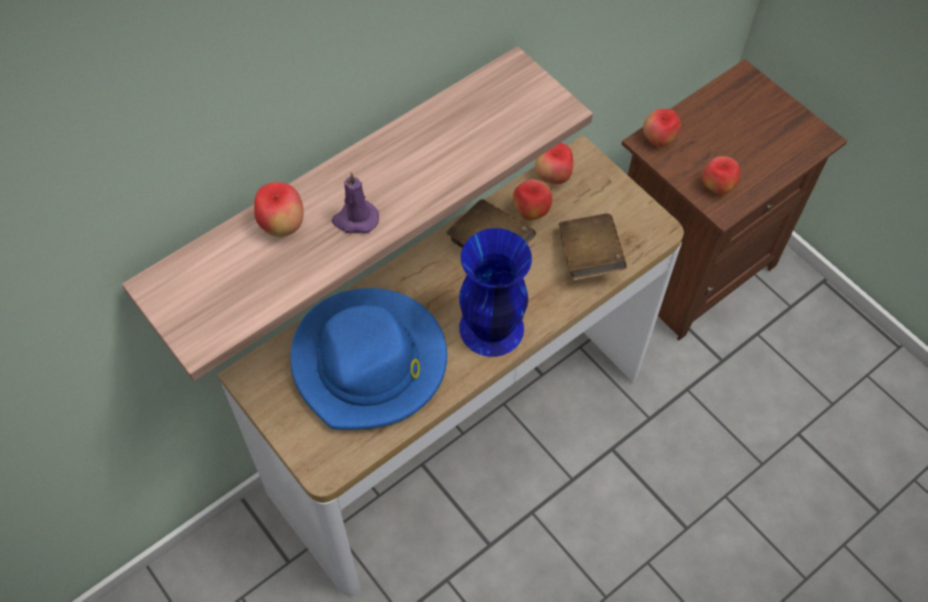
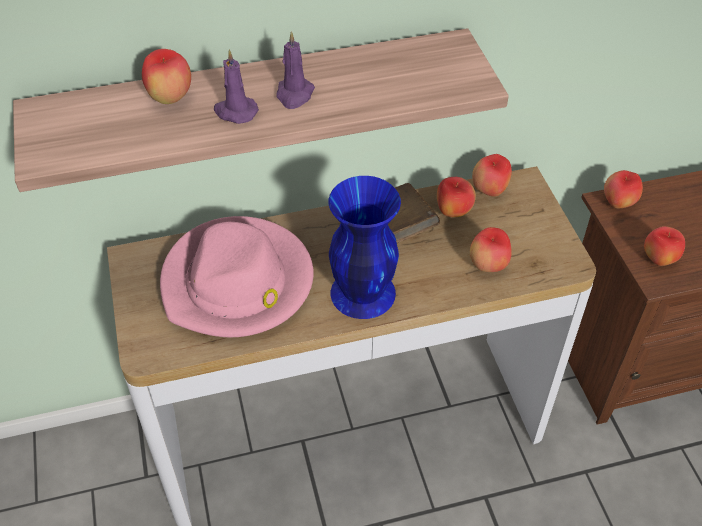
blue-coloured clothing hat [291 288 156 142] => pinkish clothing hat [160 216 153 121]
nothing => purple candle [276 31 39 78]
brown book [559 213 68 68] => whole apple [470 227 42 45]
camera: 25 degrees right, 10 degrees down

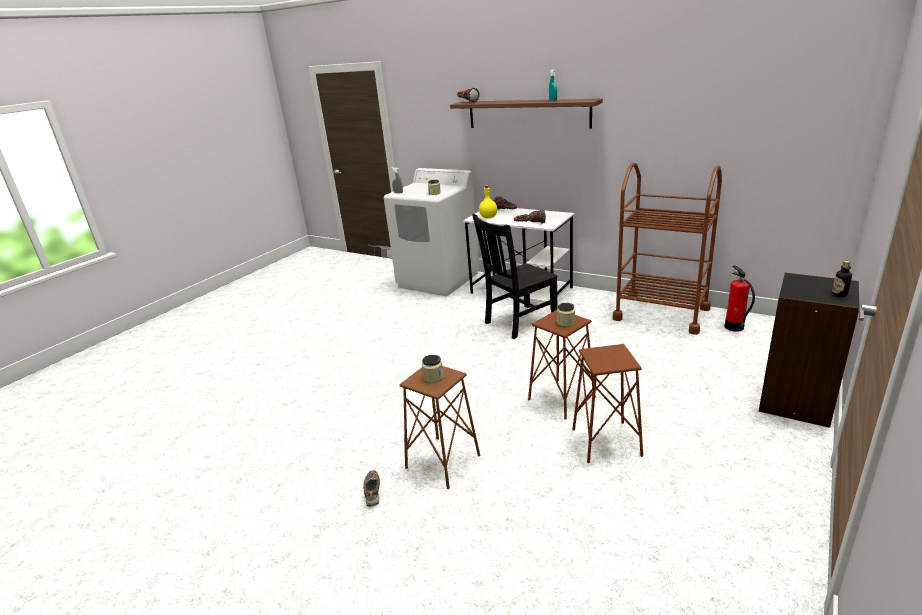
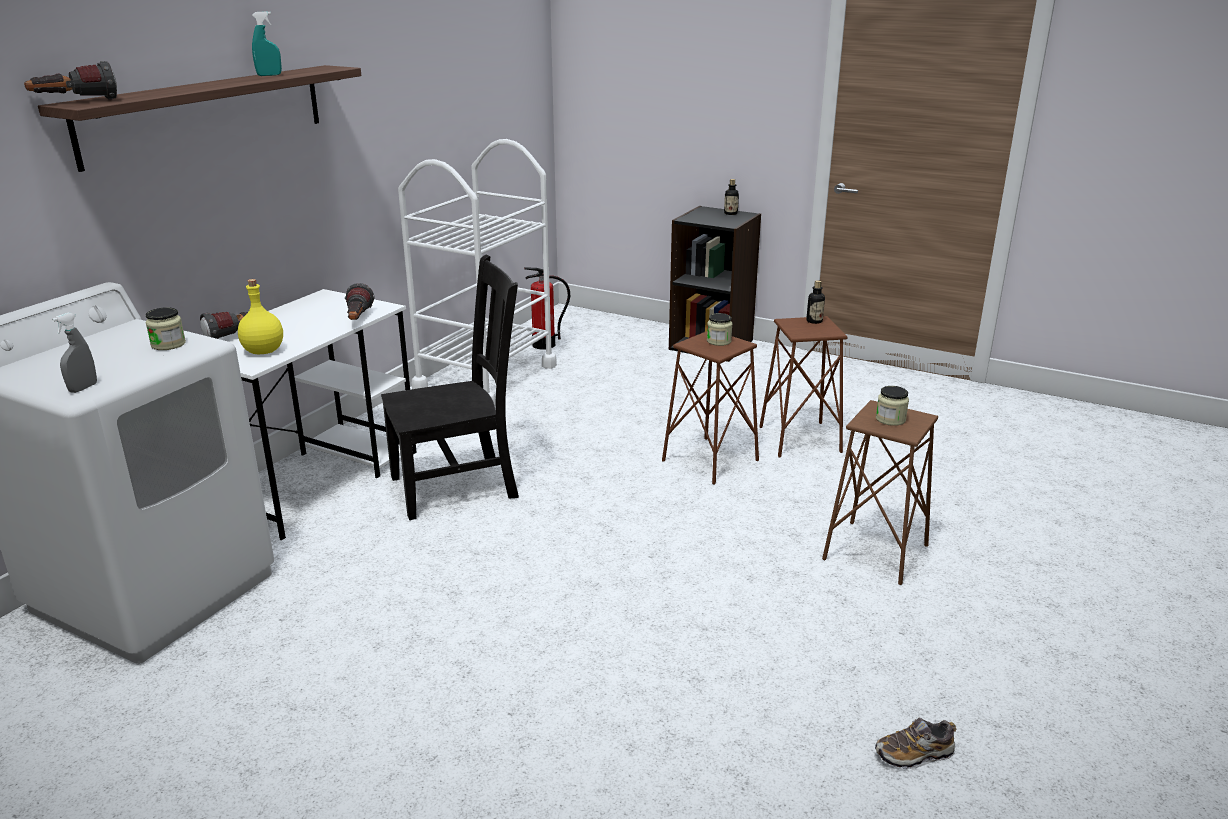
blackish plain chair [472 214 86 125] => blackish plain chair [381 255 138 265], 75 degrees counterclockwise
brown trolley [613 162 109 173] => white-coloured trolley [398 139 159 266]
nothing => beverage bottle [806 280 19 44]
low shoe [363 470 17 37] => low shoe [875 718 82 51], relocated
camera: 95 degrees left, 0 degrees up

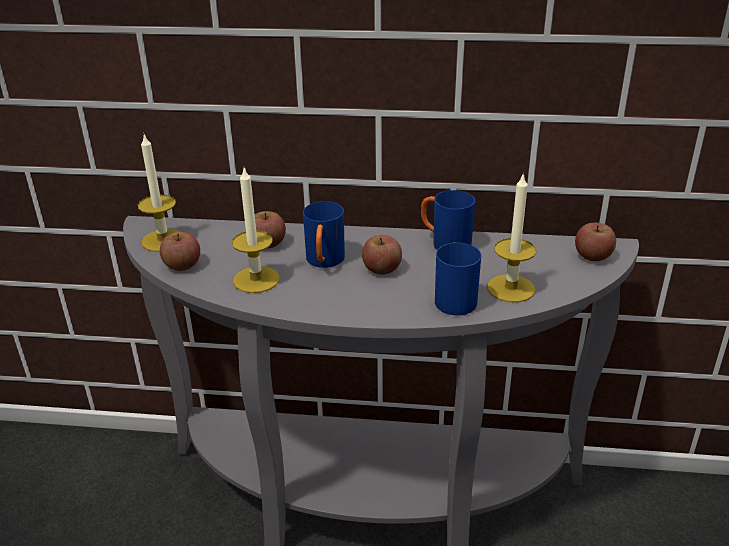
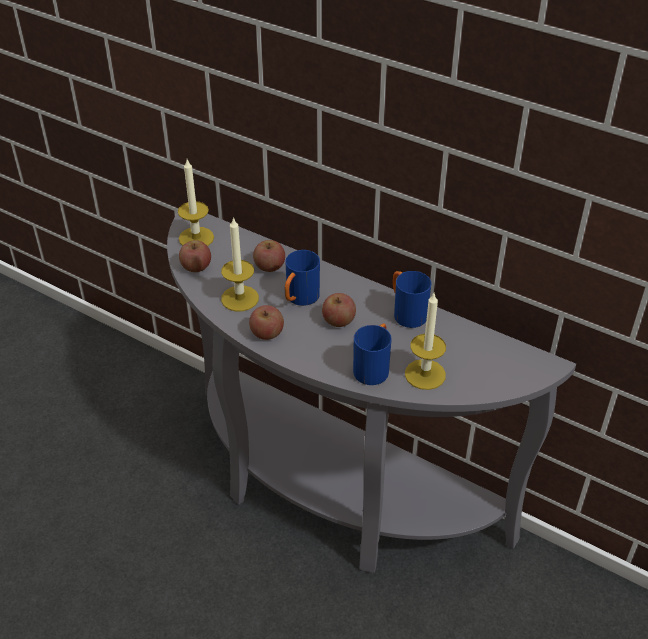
whole apple [575 223 41 38] => whole apple [249 305 35 35], relocated
camera: 25 degrees right, 10 degrees up

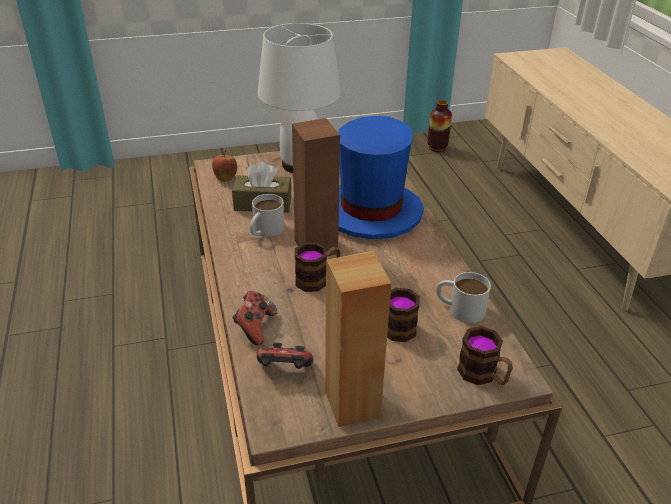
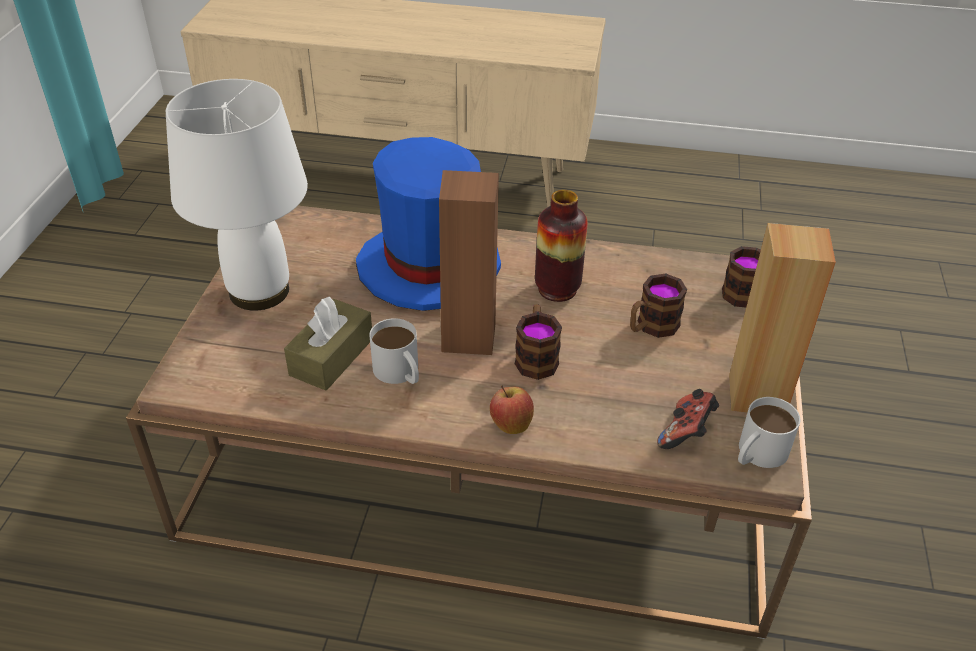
whole apple [212 150 25 32] => whole apple [490 385 44 49], relocated
decorative vase [428 100 24 52] => decorative vase [535 190 53 112], relocated
white-coloured mug [437 272 54 51] => white-coloured mug [738 397 62 71], relocated
game controller [232 291 45 55] => nothing
camera: 65 degrees left, 5 degrees up

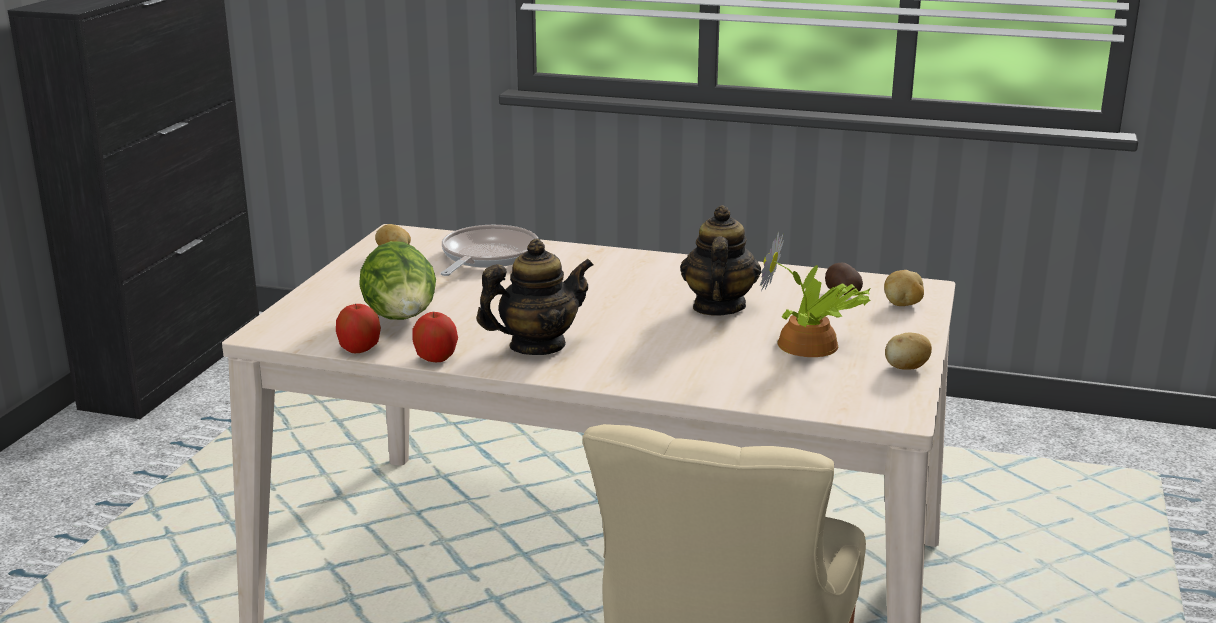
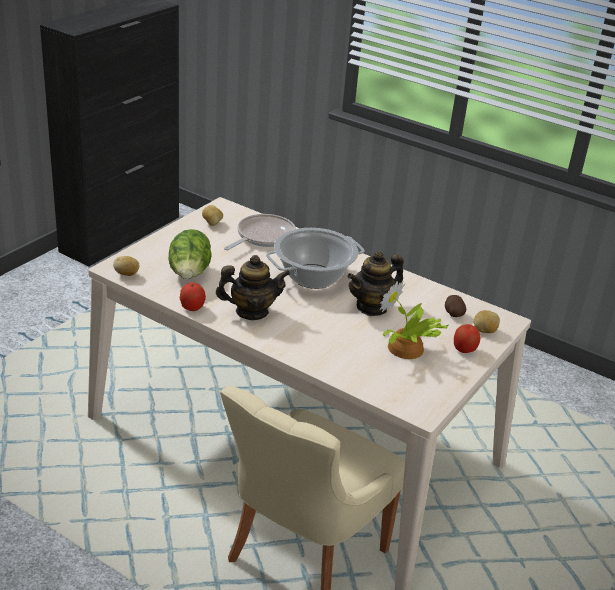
potato [885 333 47 36] => potato [113 256 26 20], relocated
nothing => cooking pot [266 228 99 61]
pot for tea [680 205 81 111] => pot for tea [347 251 57 65], 150 degrees counterclockwise
whole apple [336 303 45 50] => whole apple [454 324 27 29], relocated
camera: 15 degrees right, 10 degrees up

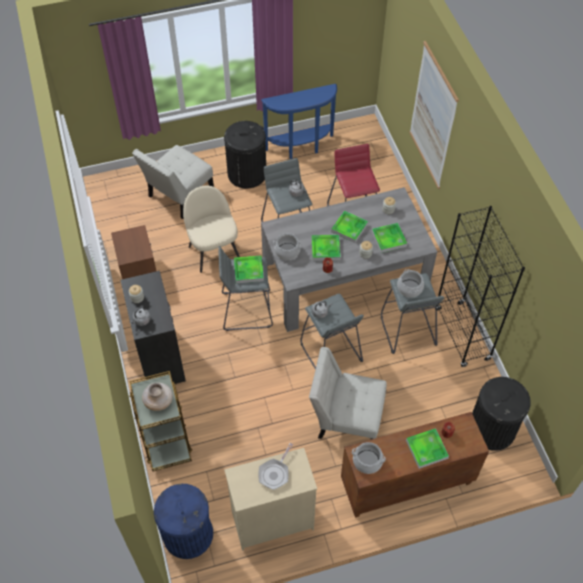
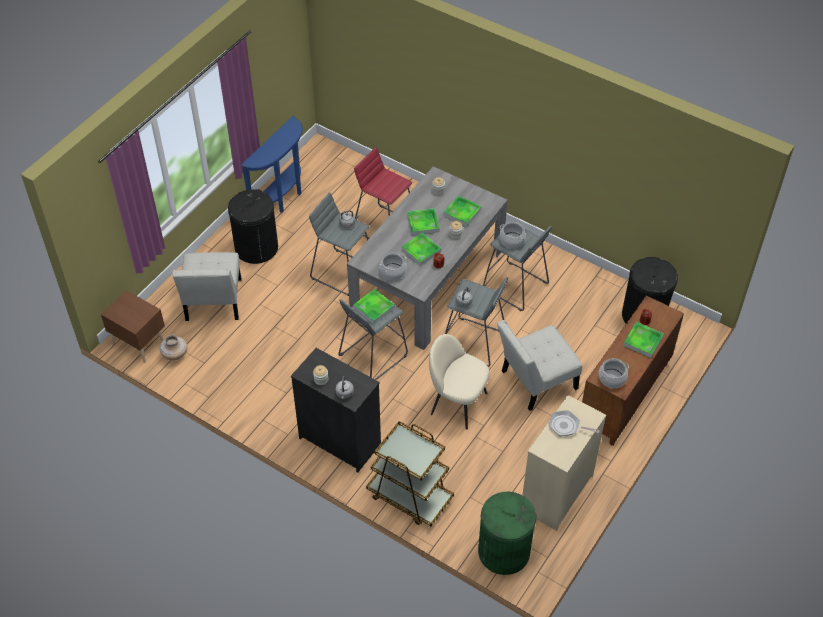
brown night table [111 225 45 54] => brown night table [101 290 64 73], relocated
beige-coloured decorative vase [142 383 31 28] => beige-coloured decorative vase [160 334 27 26], relocated
beige-coloured plain chair [183 186 57 87] => beige-coloured plain chair [429 334 61 96], relocated
blue-coloured rubbish bin [154 484 59 75] => green-coloured rubbish bin [478 492 59 83]
pan [259 443 34 47] => pan [549 410 51 27], 120 degrees clockwise
picture [409 41 50 148] => nothing
blackish shelving unit [435 206 90 161] => nothing
camera: 40 degrees left, 5 degrees down

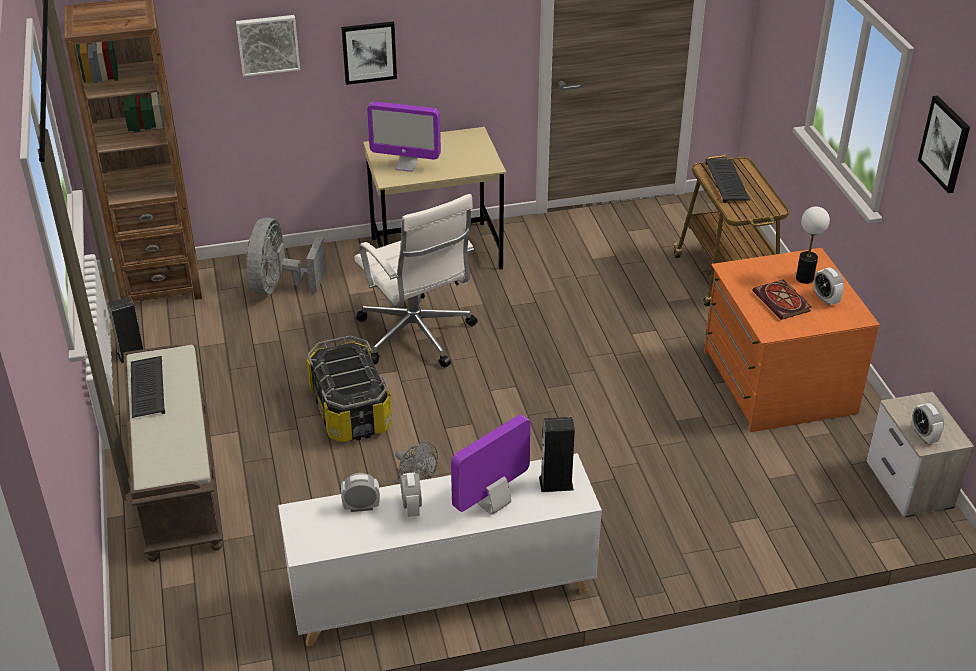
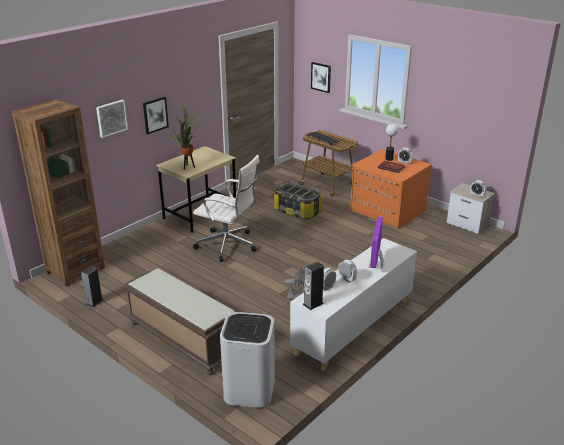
computer display [367 101 74 71] => plant in a pot [171 103 39 67]
nothing => white-coloured rubbish bin [220 312 55 96]
storage box [306 336 86 106] => storage box [273 181 49 38], relocated
speaker [539 417 36 75] => speaker [303 262 21 48], relocated
picture [918 96 52 97] => picture [311 62 20 31], relocated
keyboard [131 356 34 62] => nothing
greyish cooling fan [246 217 80 78] => nothing
camera: 35 degrees left, 10 degrees down

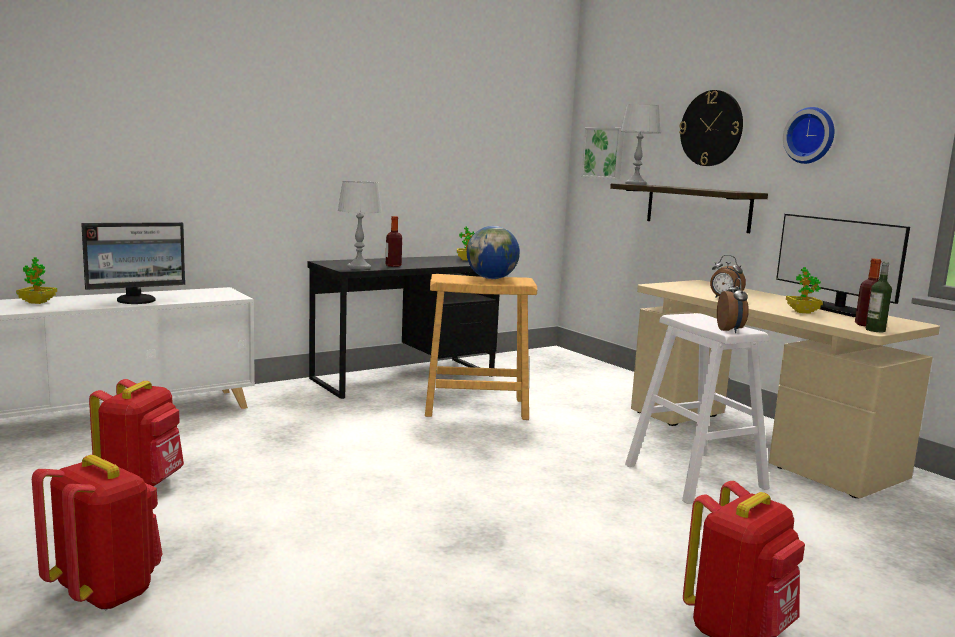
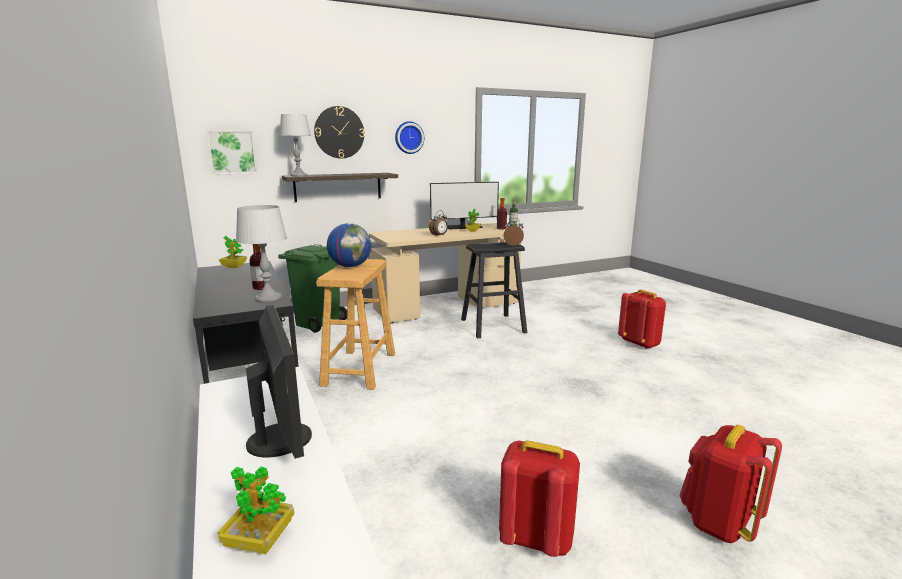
nothing => green-coloured rubbish bin [278 244 69 89]
white-coloured stool [625 313 145 191] => blackish stool [461 242 66 96]
camera: 80 degrees left, 5 degrees up

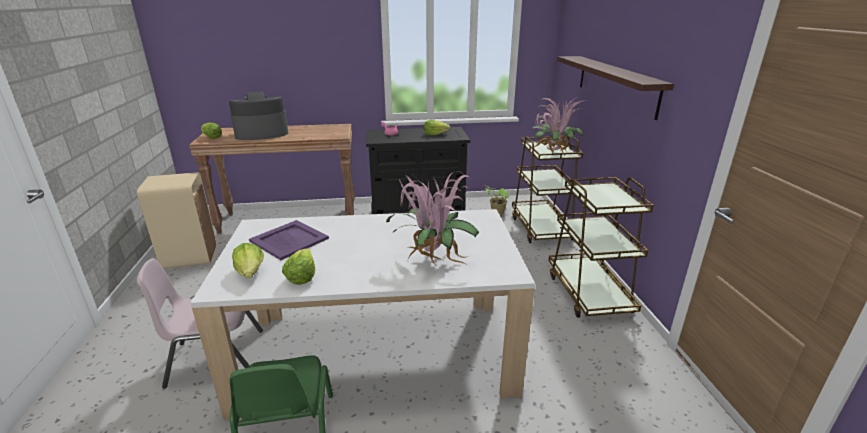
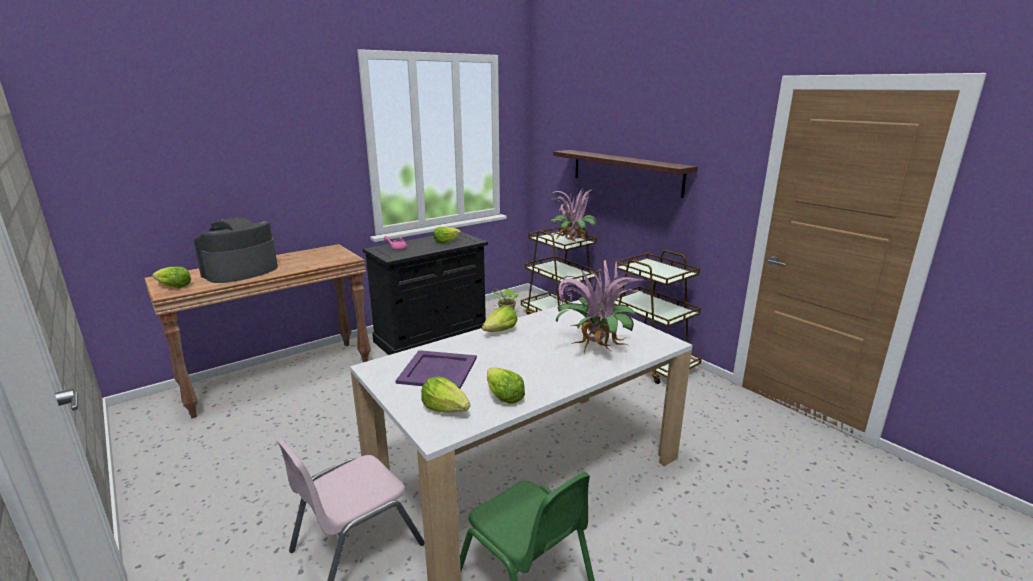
nothing => head of lettuce [482 306 35 26]
beige-coloured rubbish bin [137 172 80 97] => nothing
camera: 30 degrees left, 5 degrees down

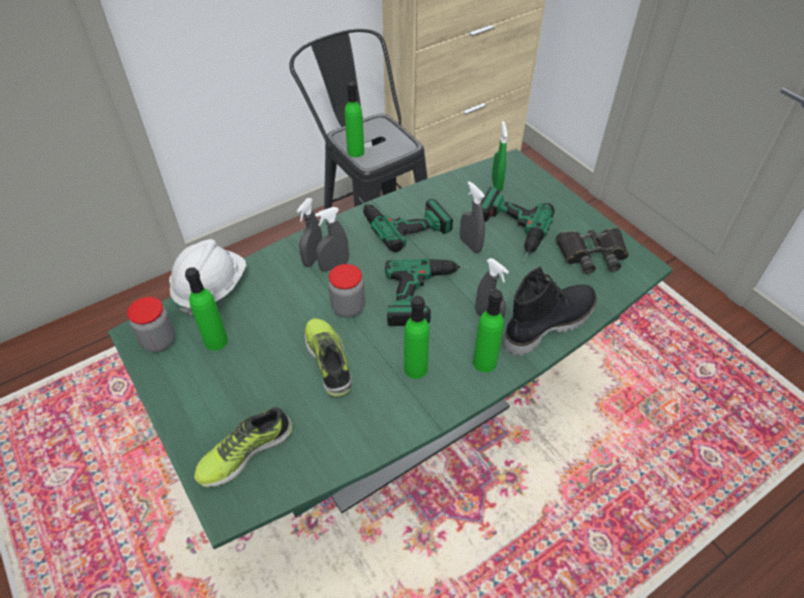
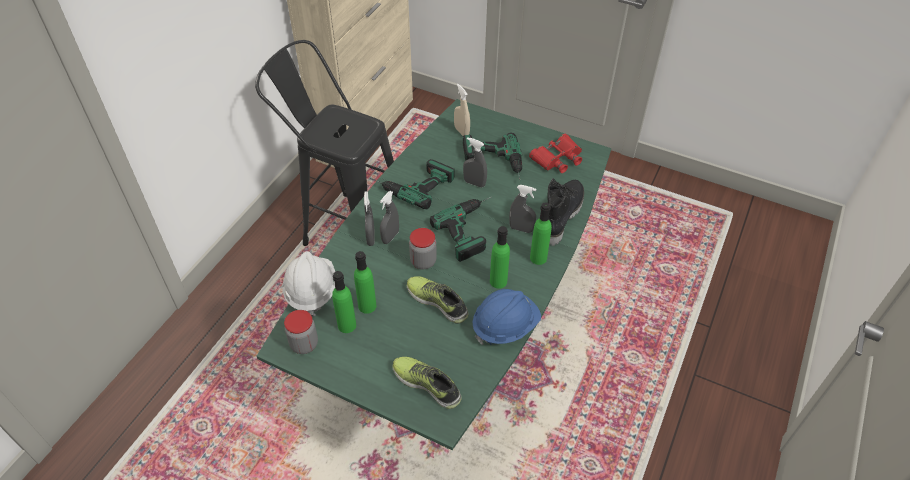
green-coloured beverage bottle [345 81 19 76] => green-coloured beverage bottle [354 251 22 63], relocated
low shoe [194 407 99 80] => low shoe [392 357 70 52], 105 degrees clockwise
green-coloured spray bottle [492 121 16 71] => beige-coloured spray bottle [454 84 16 52]
nothing => blue-coloured work helmet [472 289 69 56]
blackish pair of binoculars [556 228 73 46] => reddish pair of binoculars [529 134 53 39]
camera: 30 degrees left, 0 degrees up

